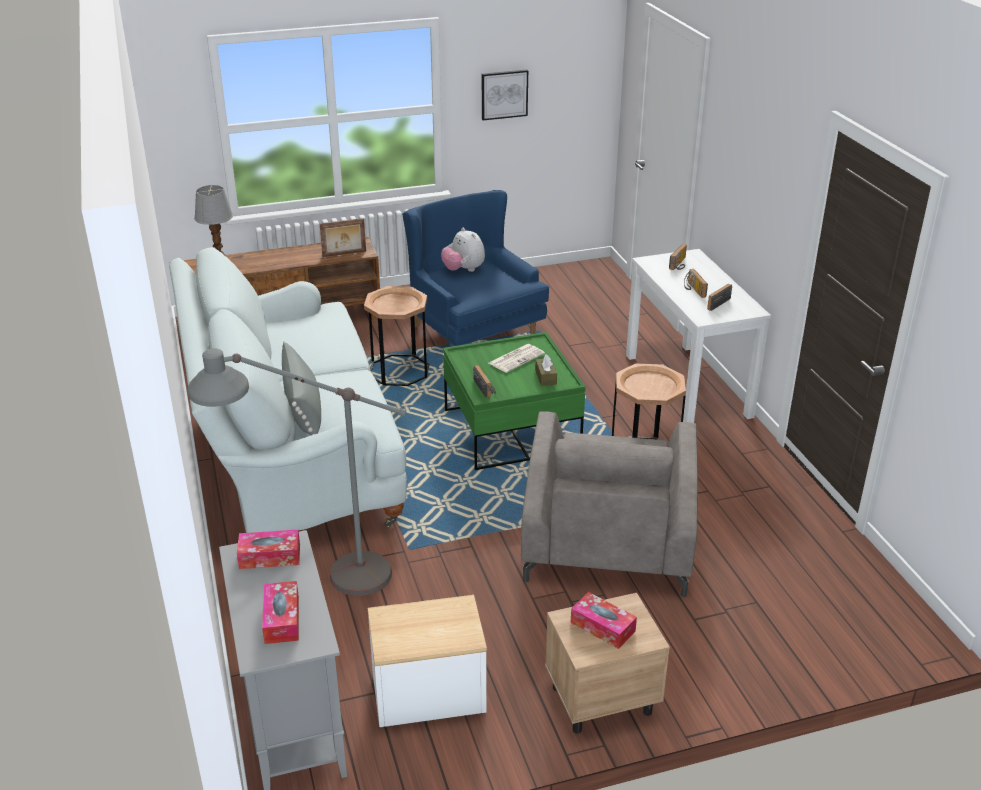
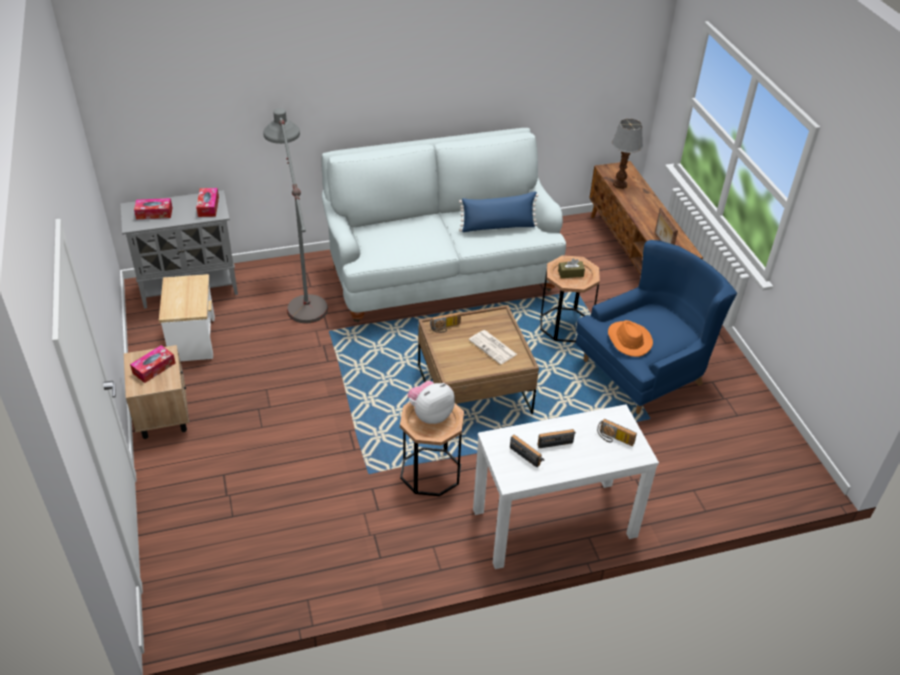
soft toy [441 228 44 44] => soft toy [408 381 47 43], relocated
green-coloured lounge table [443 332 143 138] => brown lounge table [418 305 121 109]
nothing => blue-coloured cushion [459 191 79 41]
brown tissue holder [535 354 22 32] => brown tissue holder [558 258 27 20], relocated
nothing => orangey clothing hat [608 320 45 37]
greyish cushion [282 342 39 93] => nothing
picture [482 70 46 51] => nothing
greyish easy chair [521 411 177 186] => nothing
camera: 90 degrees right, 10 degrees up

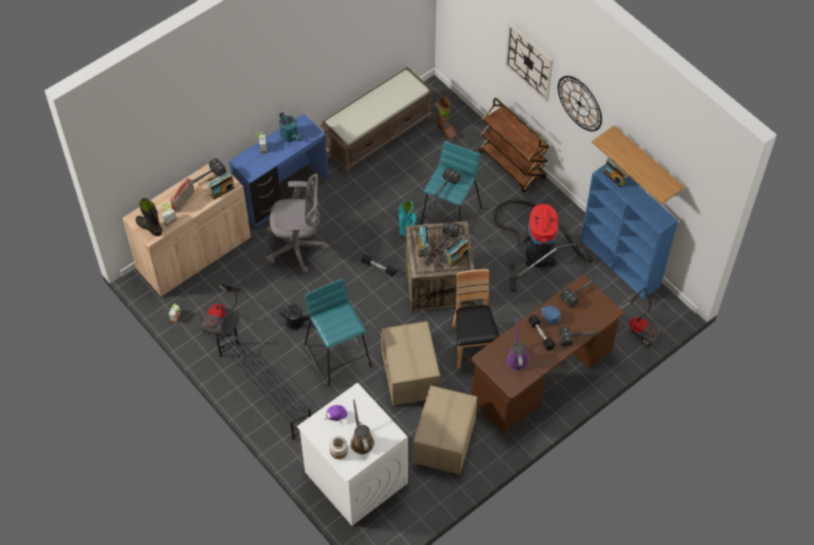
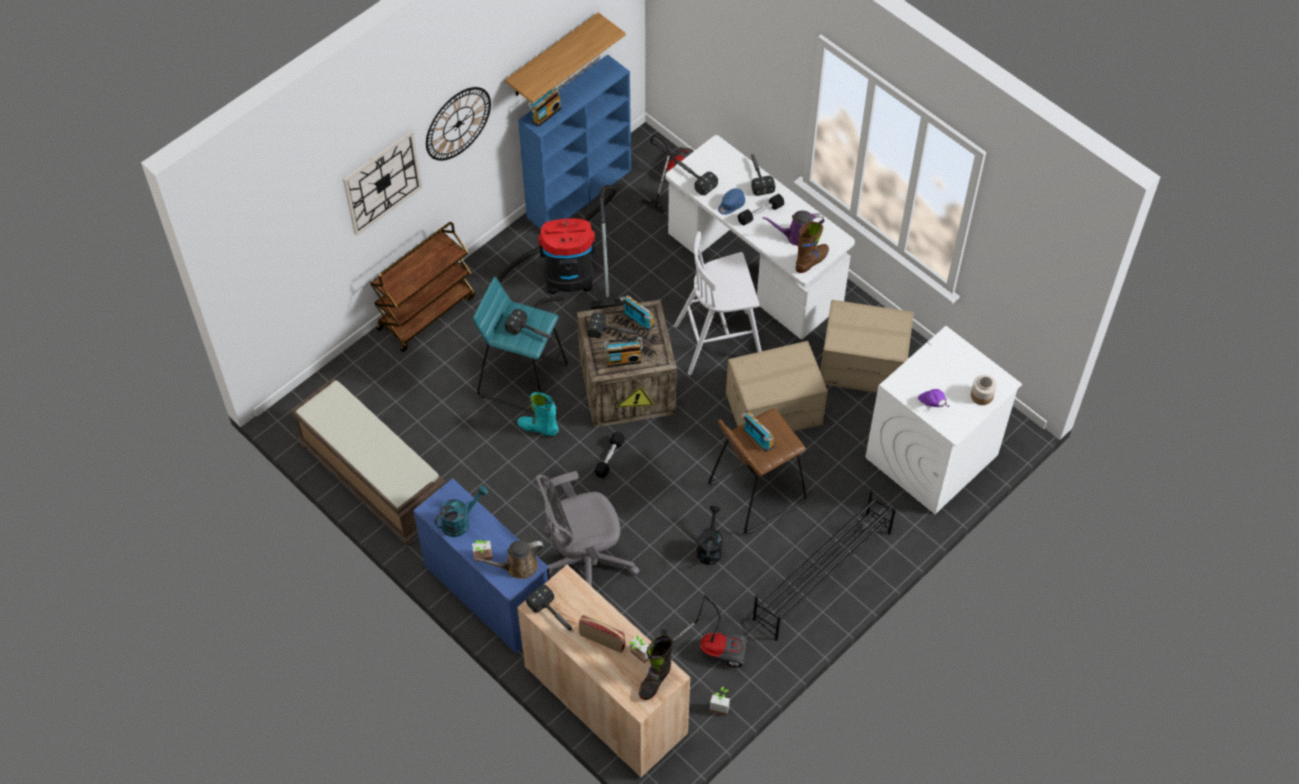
brown sprinkling can [351 399 23 55] => brown sprinkling can [475 540 69 39], relocated
greyish computer chair [266 174 63 99] => greyish computer chair [536 471 104 116], 105 degrees counterclockwise
brown desk [471 275 152 159] => white-coloured desk [665 135 190 204]
brown plain chair [452 269 48 100] => white-coloured stool [674 231 87 144]
blue-green stool [305 279 67 107] => brown stool [708 408 98 126]
radio [206 170 29 30] => radio [741 412 33 40], relocated
brown tall boot [435 97 22 41] => brown tall boot [796 222 33 51], relocated
camera: 95 degrees left, 0 degrees up

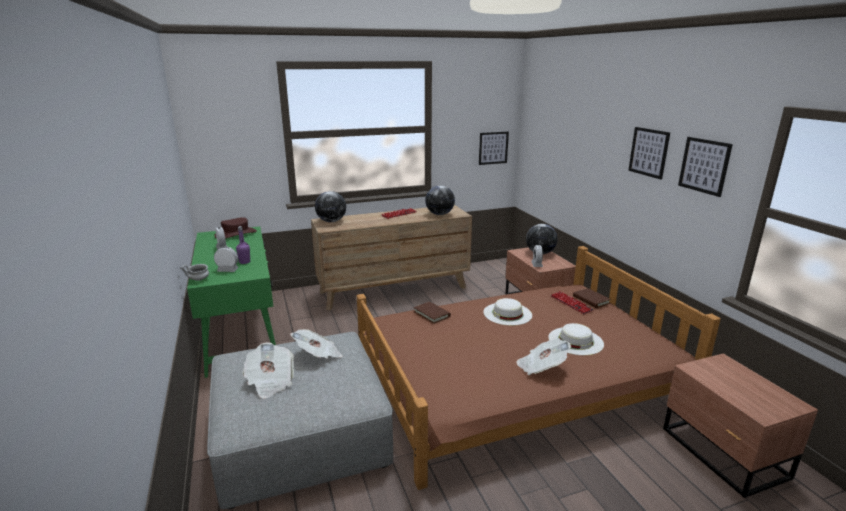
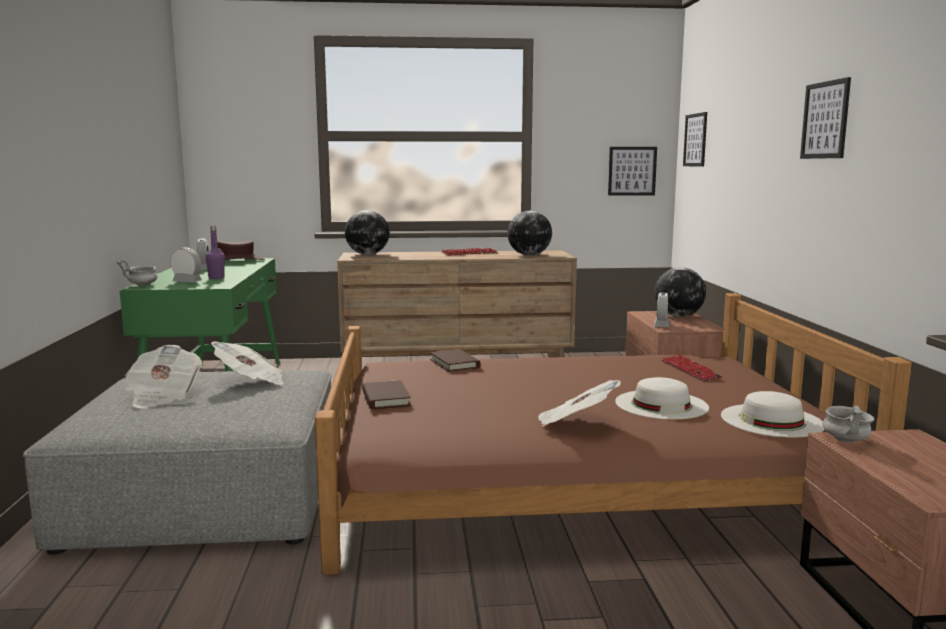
brown book [573 288 38 20] => brown book [362 380 49 29], relocated
picture [678 137 55 60] => picture [683 112 24 54], relocated
white-coloured clothing hat [483 298 49 28] => white-coloured clothing hat [721 391 104 46], relocated
nothing => greyish deep dish [822 406 52 37]
camera: 15 degrees right, 10 degrees down

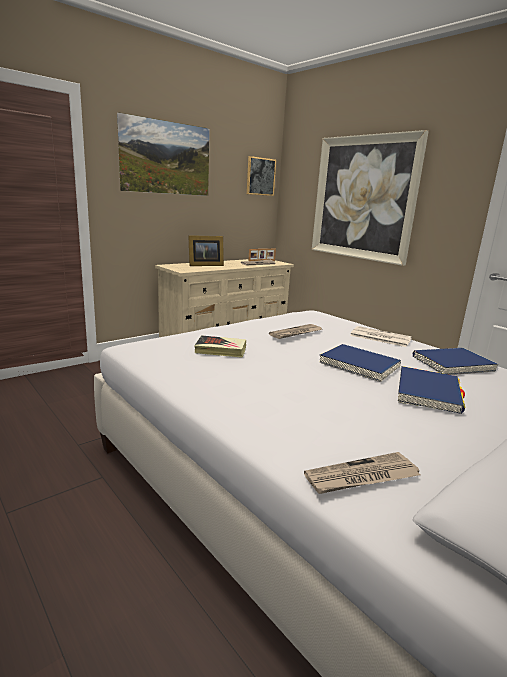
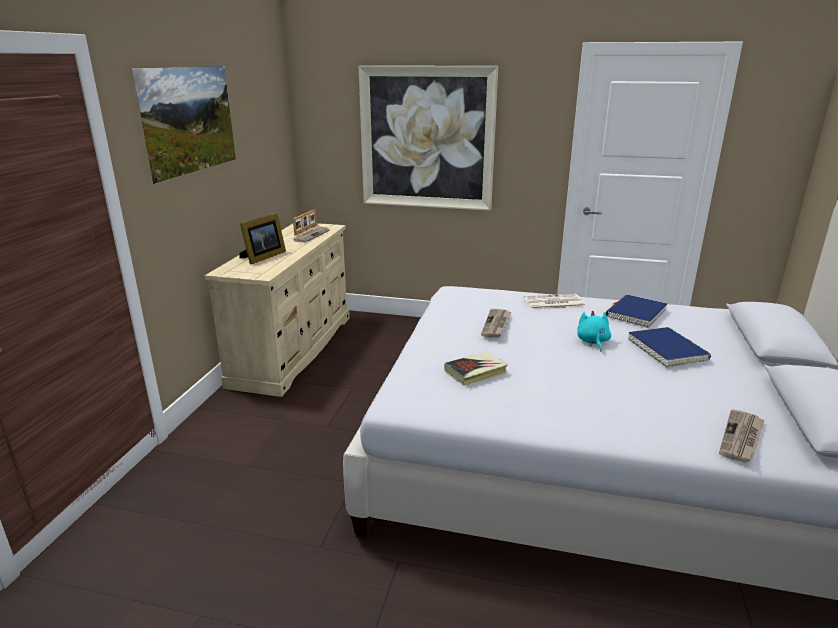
blue-coloured book [319 344 82 38] => blue-green soft toy [577 311 34 40]
picture [247 156 29 40] => nothing
camera: 35 degrees left, 5 degrees up

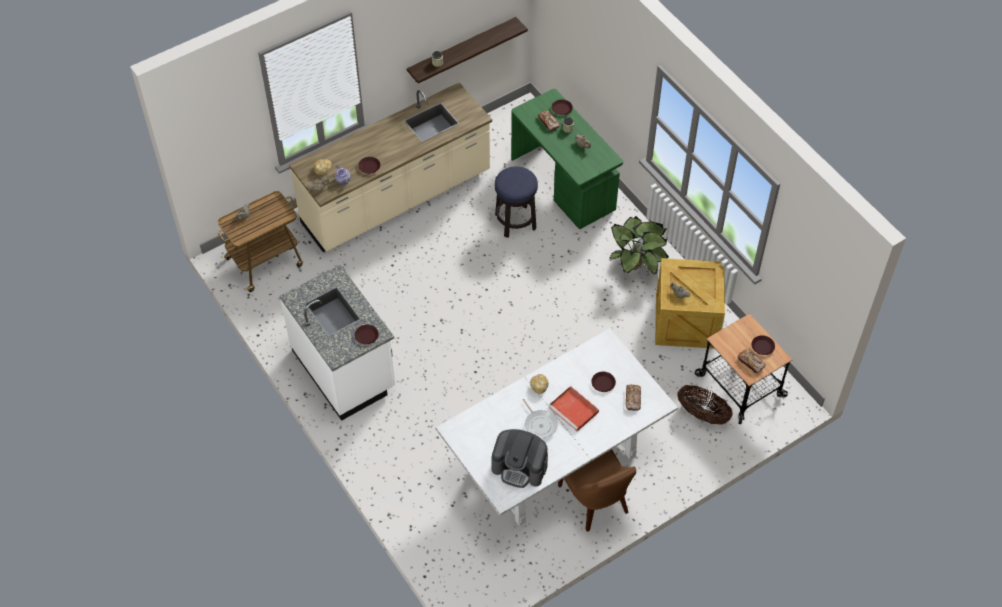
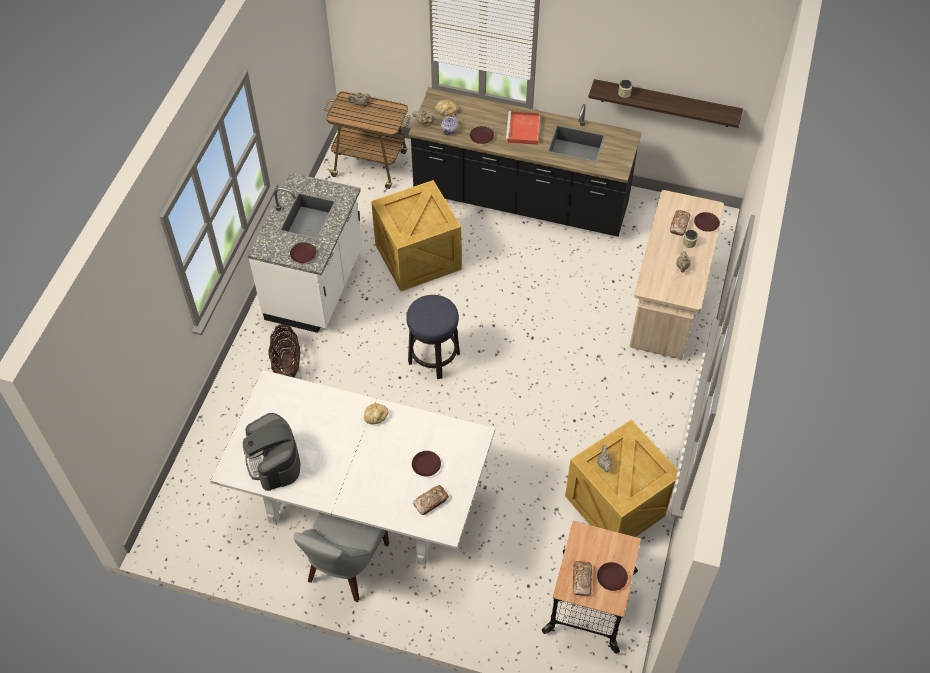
household basket [677 385 56 40] => household basket [268 324 33 54], relocated
brown plain chair [558 449 78 83] => greyish plain chair [294 513 95 89]
nothing => shipping crate [371 180 91 111]
stool [495 167 43 71] => stool [406 295 54 84], relocated
beige-coloured kitchen counter [289 82 203 170] => blackish kitchen counter [408 88 233 149]
reddish tray [548 386 51 45] => reddish tray [506 111 34 34], relocated
green-coloured desk [511 89 112 140] => beige-coloured desk [630 190 94 170]
pan [523 399 35 39] => nothing
plant in a pot [610 216 59 58] => nothing
camera: 50 degrees right, 0 degrees up

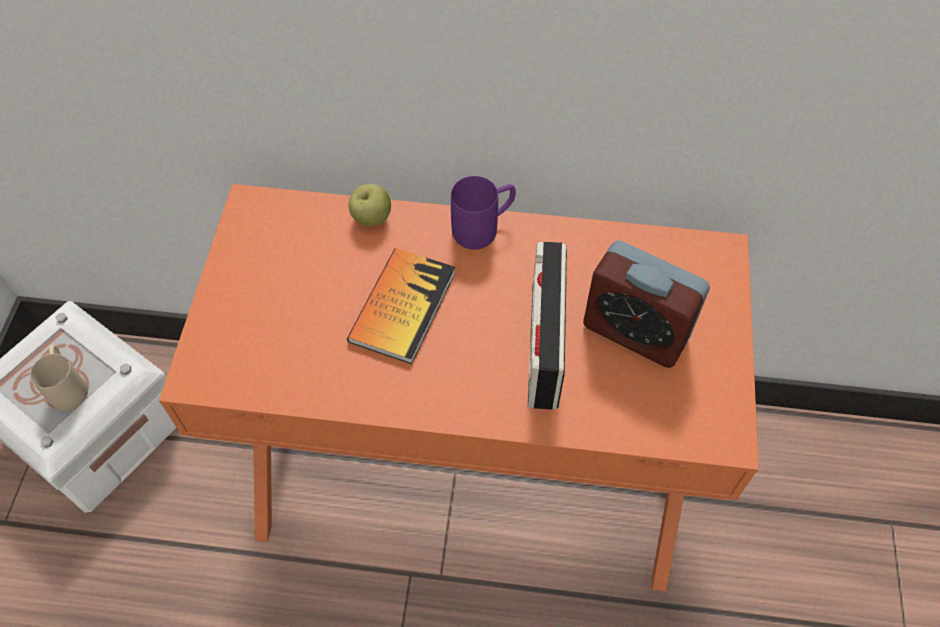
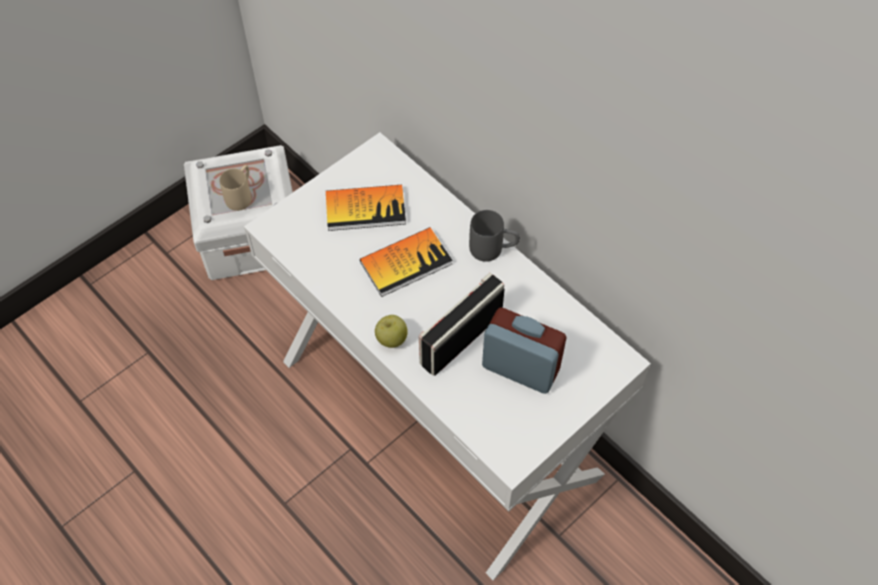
orangey desk [159 184 600 407] => white-coloured desk [244 132 407 448]
nothing => book [326 185 80 46]
whole apple [348 184 43 42] => whole apple [375 315 33 33], relocated
purple mug [451 176 65 73] => greyish mug [469 210 51 52]
bedside clock [583 240 127 128] => bedside clock [482 307 84 87], 135 degrees clockwise
camera: 40 degrees right, 0 degrees up

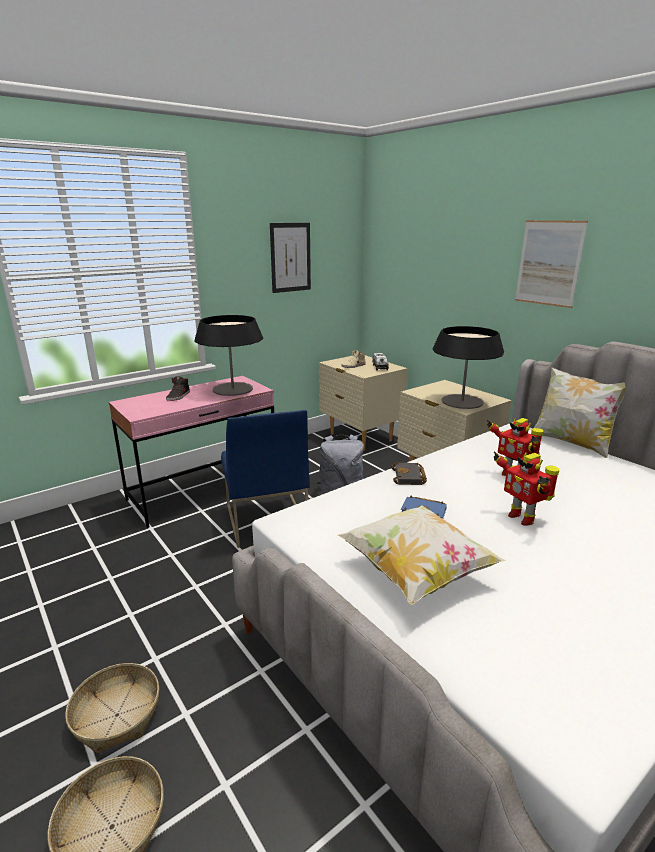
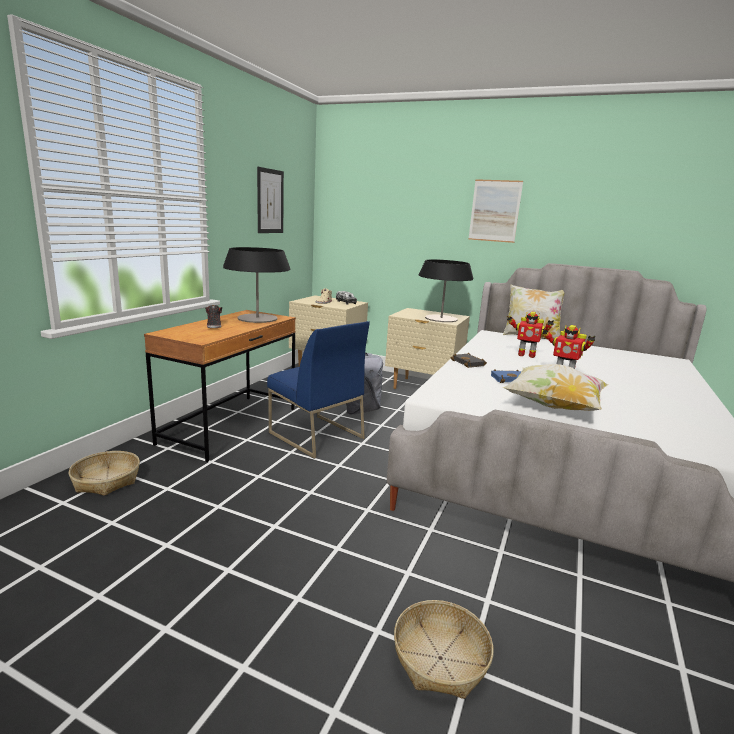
household basket [65 663 94 91] => household basket [69 451 71 45], relocated
pinkish desk [109 376 165 152] => brown desk [144 310 152 152]
camera: 30 degrees left, 5 degrees down

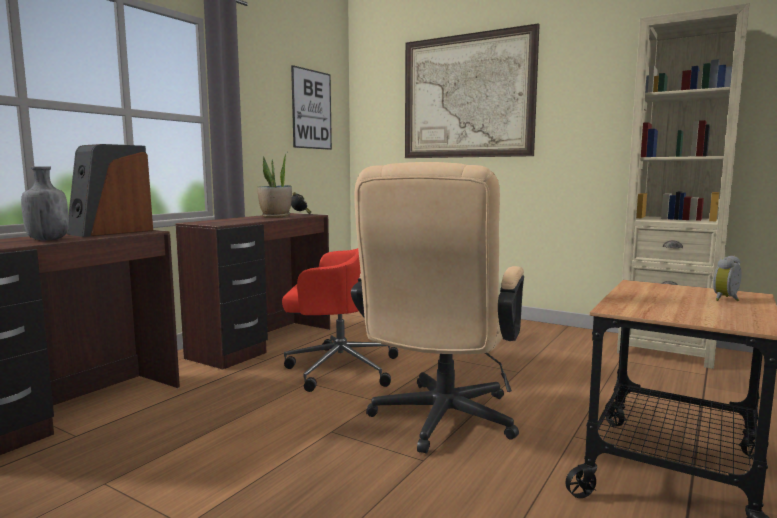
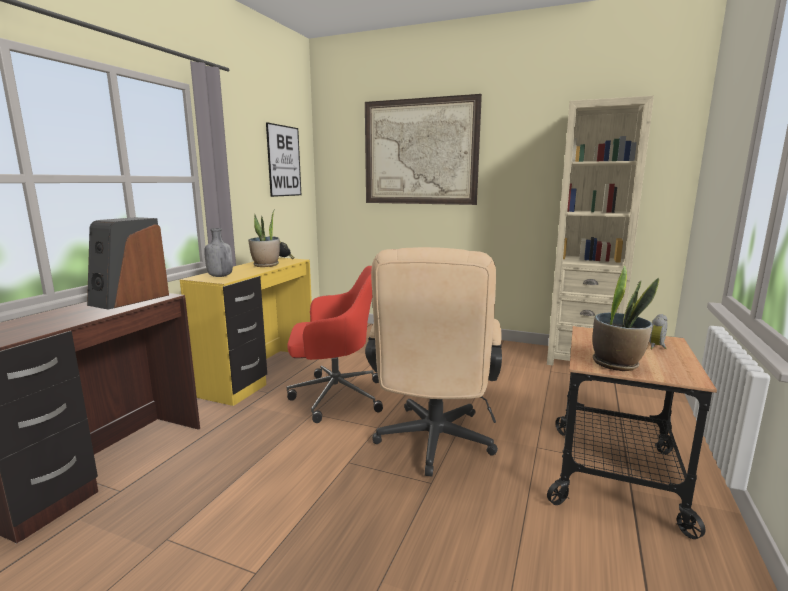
brown desk [175 213 155 157] => yellow desk [180 258 132 148]
greyish beverage bottle [21 166 48 75] => greyish beverage bottle [204 228 29 49], relocated
nothing => plant in a pot [592 265 67 106]
camera: 10 degrees left, 5 degrees up

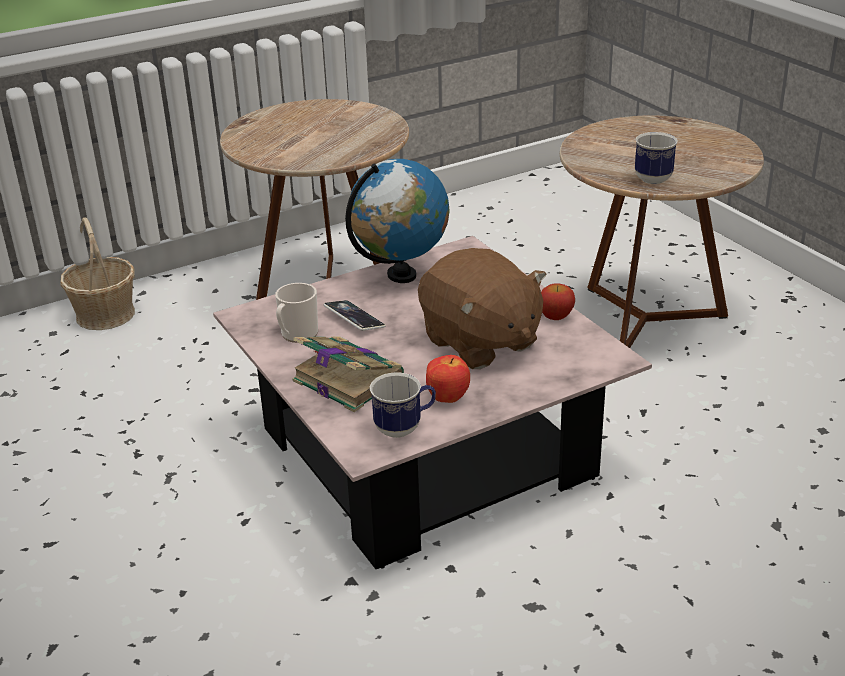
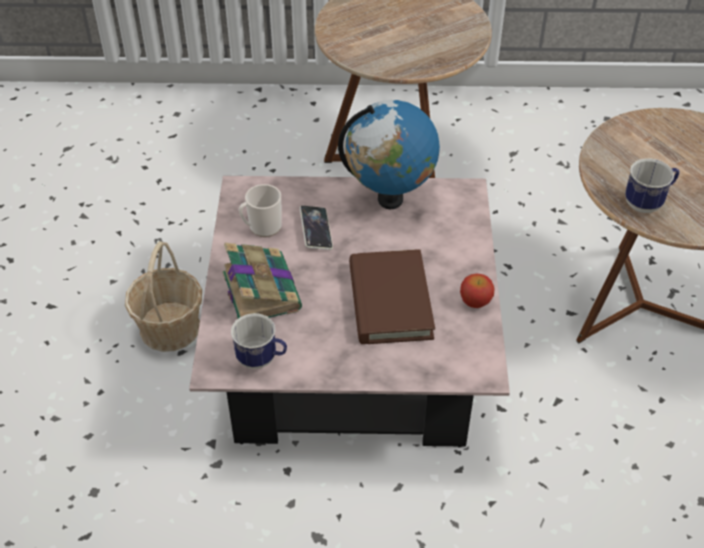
household basket [60 217 75 113] => household basket [125 241 77 111], relocated
brown soft toy [418 248 129 121] => brown book [349 249 86 95]
whole apple [426 355 44 48] => nothing
camera: 30 degrees right, 15 degrees up

